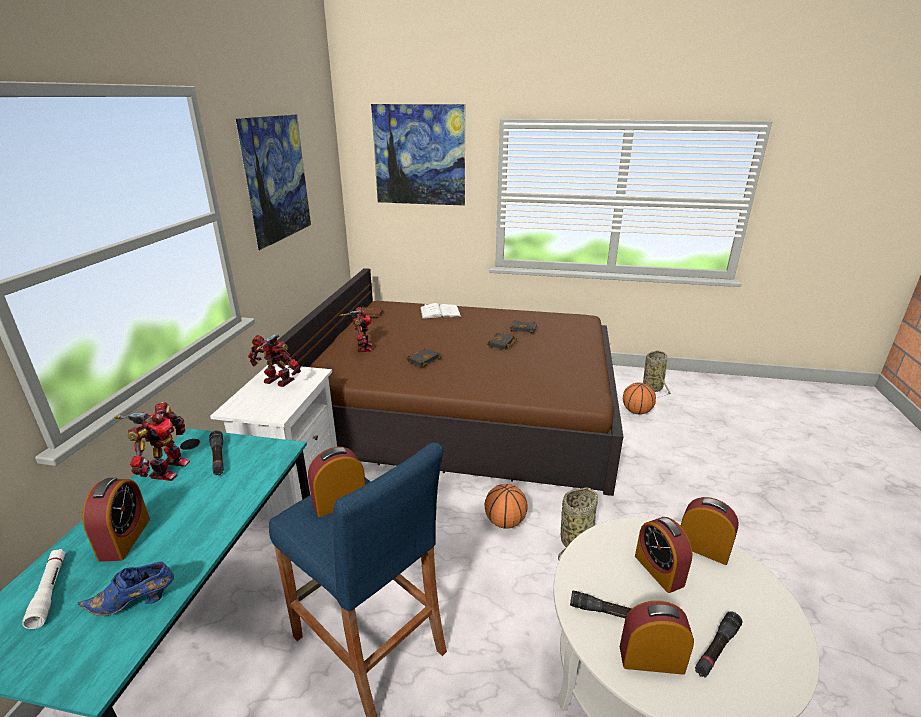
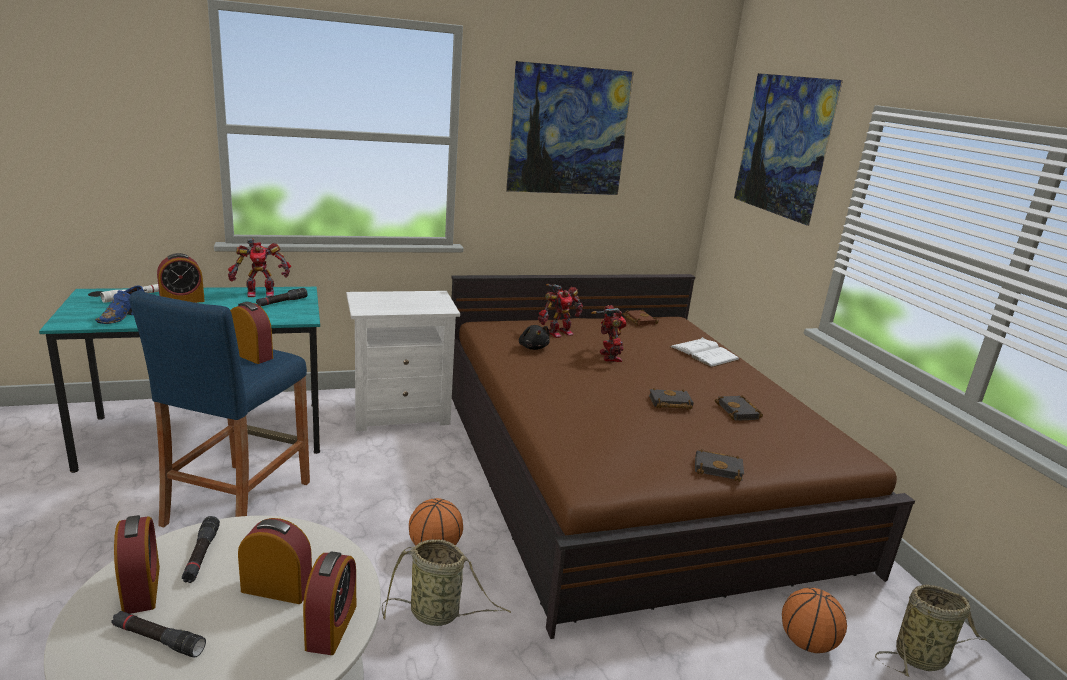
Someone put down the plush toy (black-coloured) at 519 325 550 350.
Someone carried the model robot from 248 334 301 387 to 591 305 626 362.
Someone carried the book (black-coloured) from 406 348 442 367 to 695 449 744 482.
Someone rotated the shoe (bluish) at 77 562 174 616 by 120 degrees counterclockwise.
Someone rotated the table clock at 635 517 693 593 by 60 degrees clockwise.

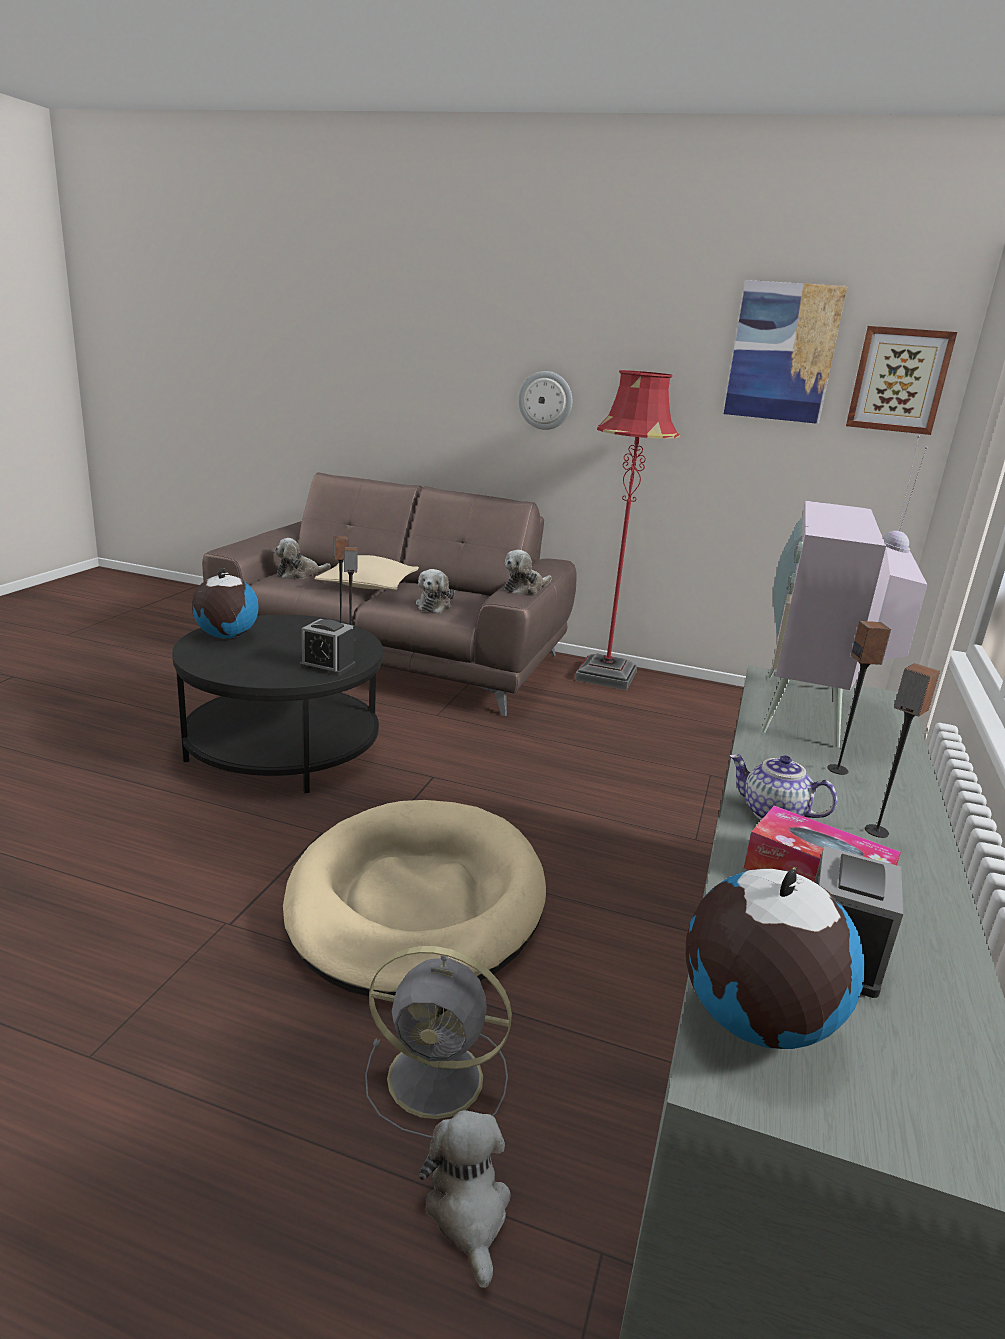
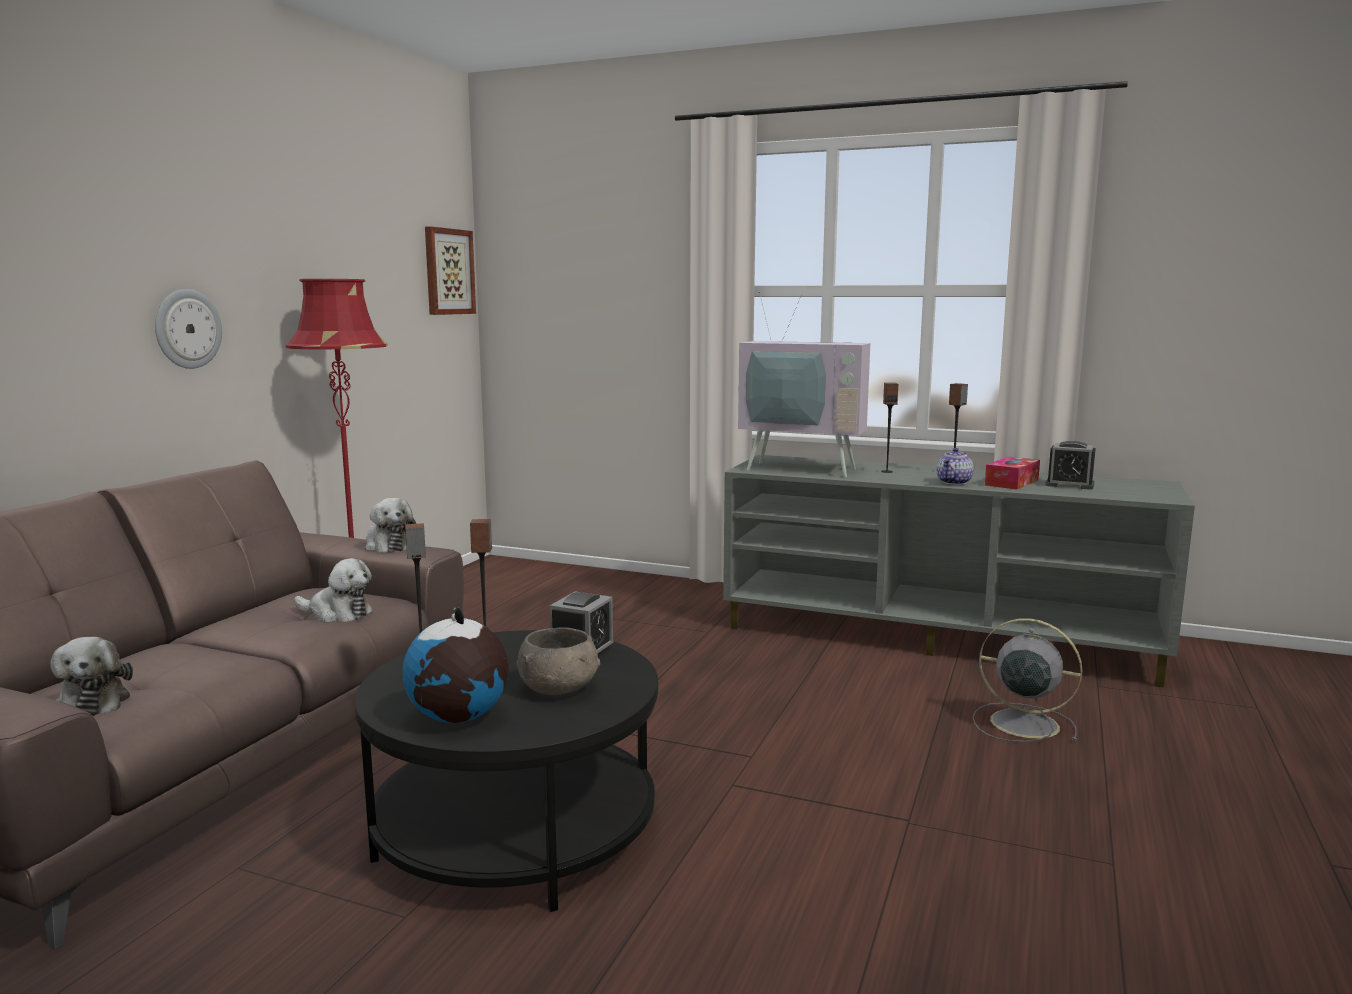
Someone took away the pet bed (beige) at 283 800 546 996.
Someone took away the throw pillow (beige) at 314 555 419 590.
Someone took away the plush toy at 419 1110 511 1288.
Someone took away the world globe at 686 867 865 1049.
Someone took away the picture at 724 280 848 424.
Someone put down the serving bowl (gray) at 517 627 600 695.
Someone rotated the fan (gray) at 365 946 512 1138 by 75 degrees counterclockwise.

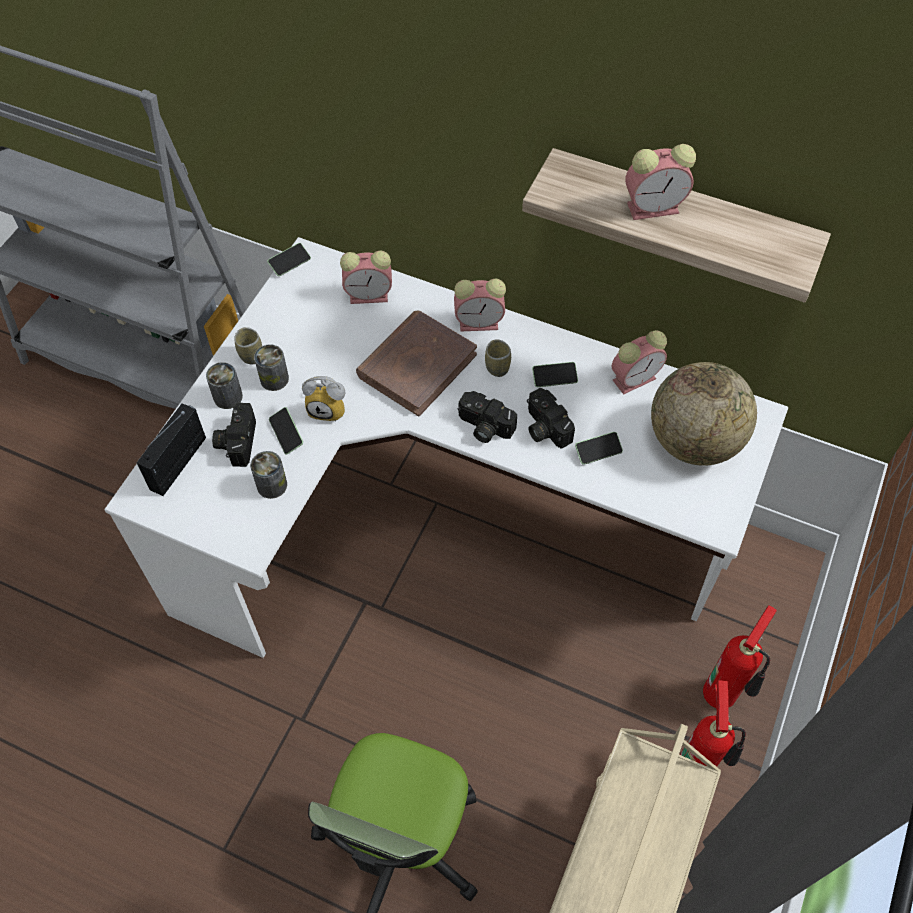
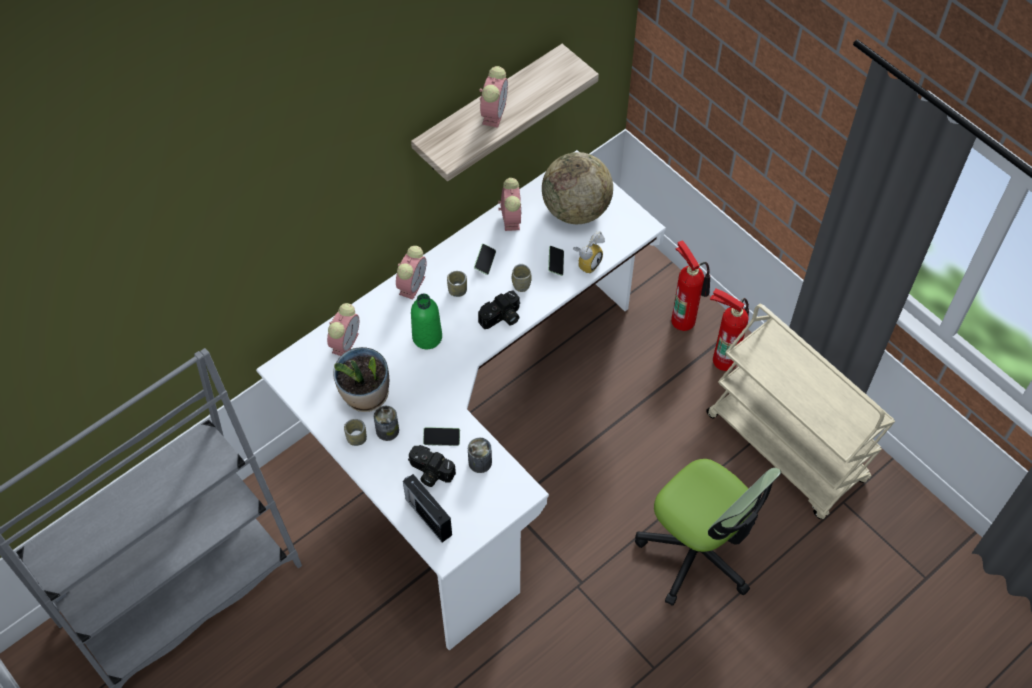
Someone took away the sealed can at 206 362 243 409.
Someone took away the telephone at 267 243 311 276.
Someone put down the potted plant at 333 347 389 412.
Someone carried the table clock from 302 376 345 422 to 573 231 605 274.
Someone swapped the book (brown-coloured) at 356 311 477 416 for the bottle (greenish) at 411 293 442 349.
Someone swapped the photo camera at 527 388 575 449 for the cup at 512 264 532 292.

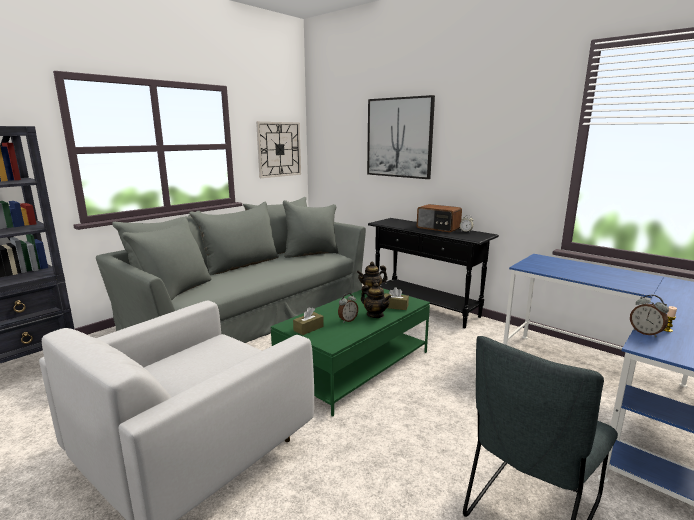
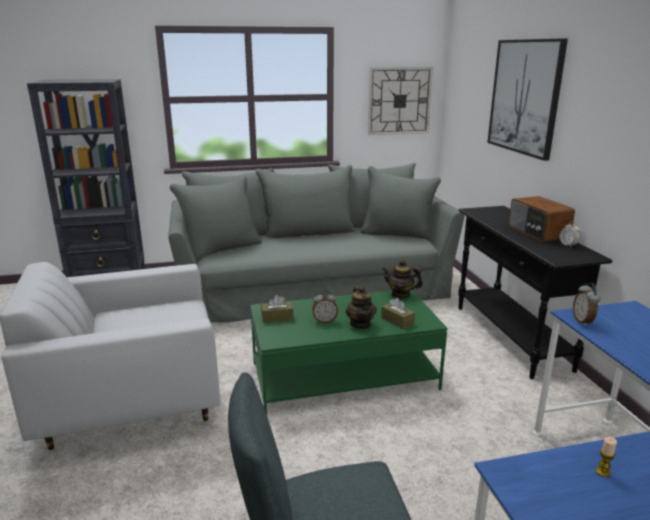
Someone carried the table clock from 630 295 669 337 to 573 283 600 326.

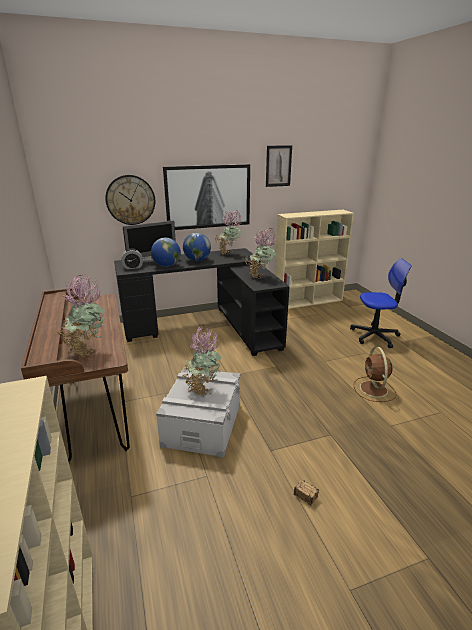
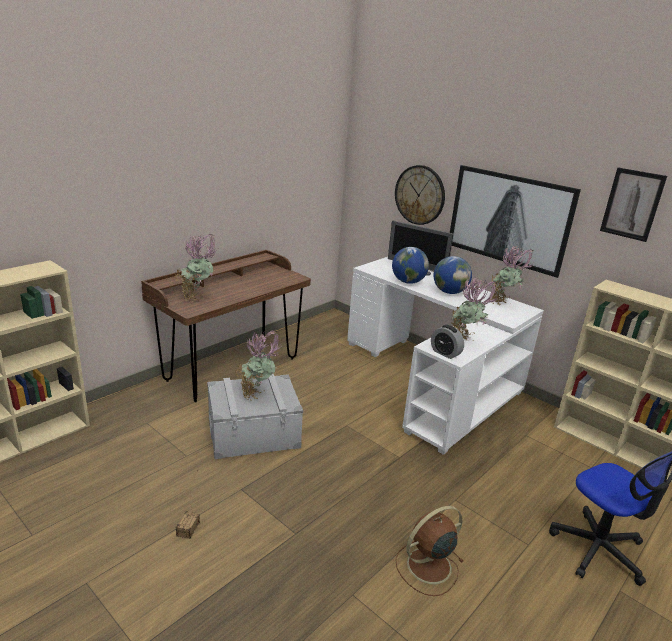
Someone carried the table clock from 121 249 143 269 to 431 325 464 359.
Someone repainted the desk table (black-coloured) at 114 248 290 356, which became the desk table (white-coloured) at 347 257 544 455.

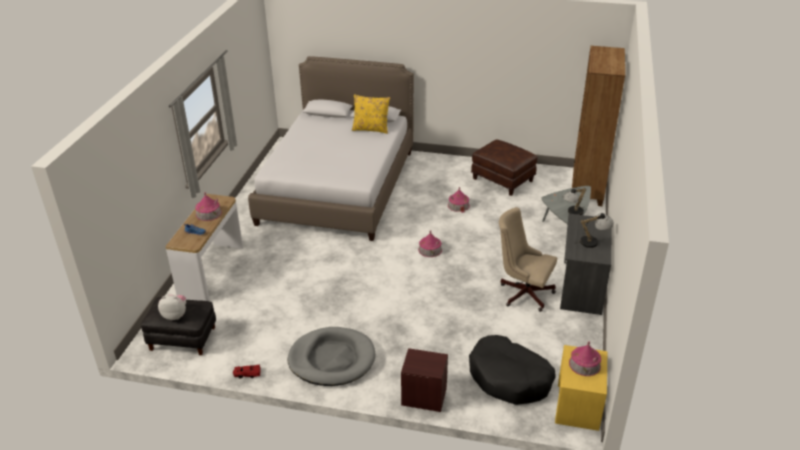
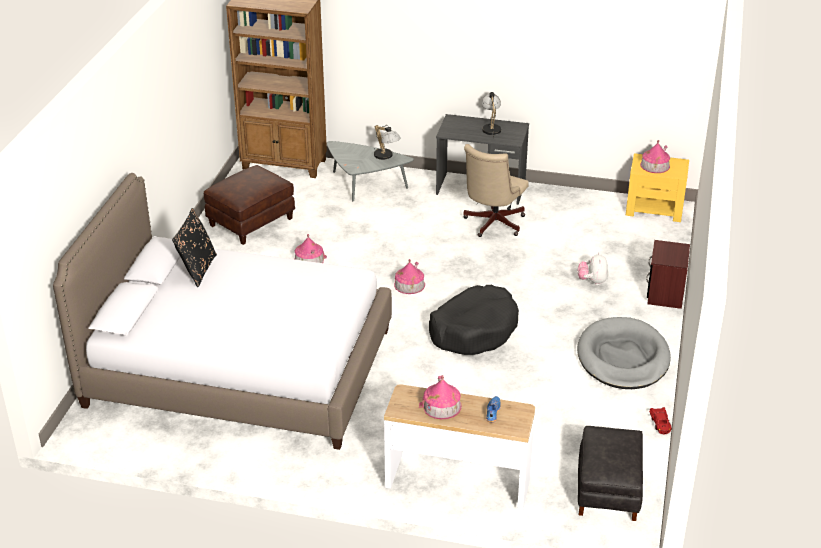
Someone carried the plush toy from 158 295 186 320 to 578 253 608 285.
Someone carried the pet bed (black-coloured) from 469 335 556 405 to 429 285 519 355.
Someone repainted the throw pillow (yellow) at 352 94 390 134, which became the throw pillow (black-coloured) at 172 208 217 287.

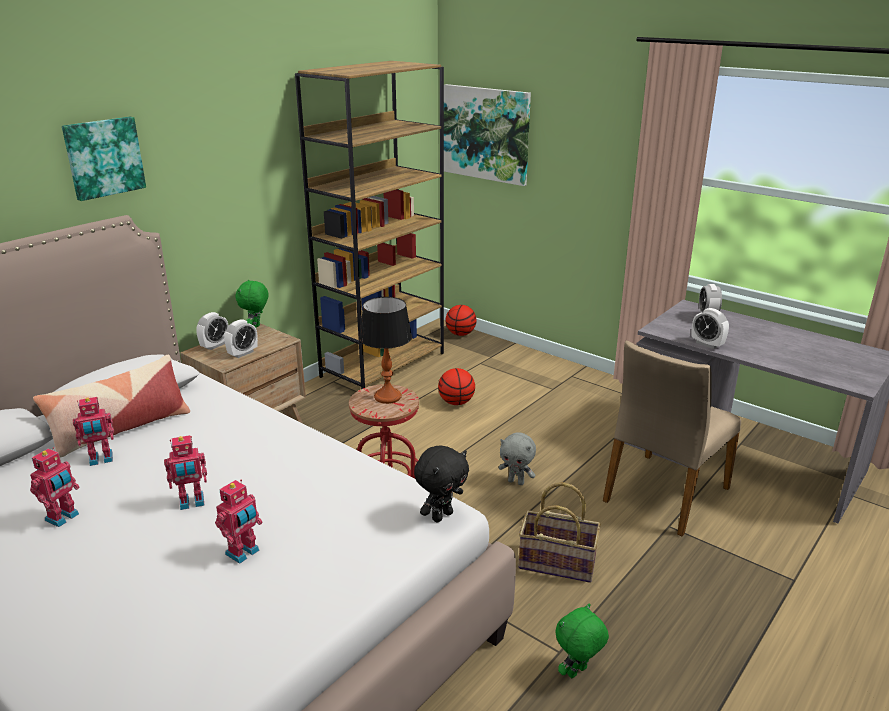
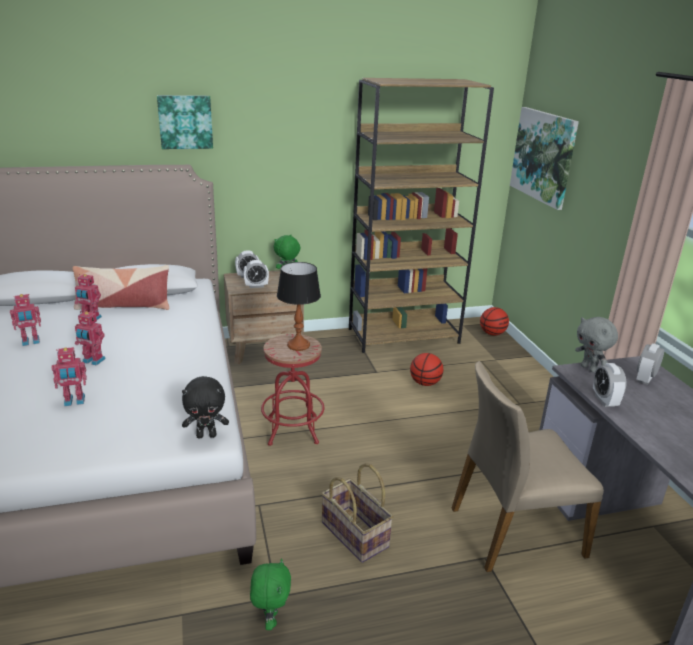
Someone carried the plush toy (gray) from 498 432 536 485 to 575 317 618 373.
Someone rotated the plush toy (greenish) at 555 604 609 678 by 90 degrees clockwise.

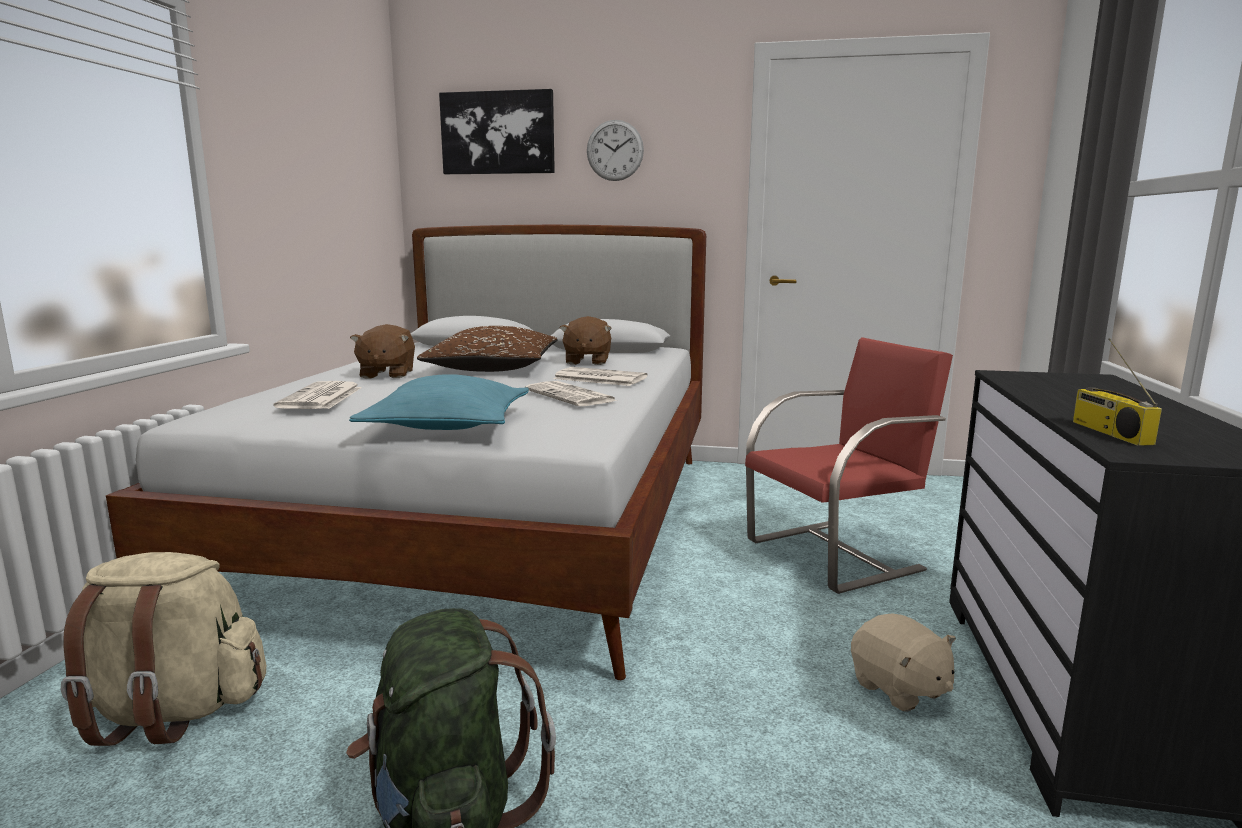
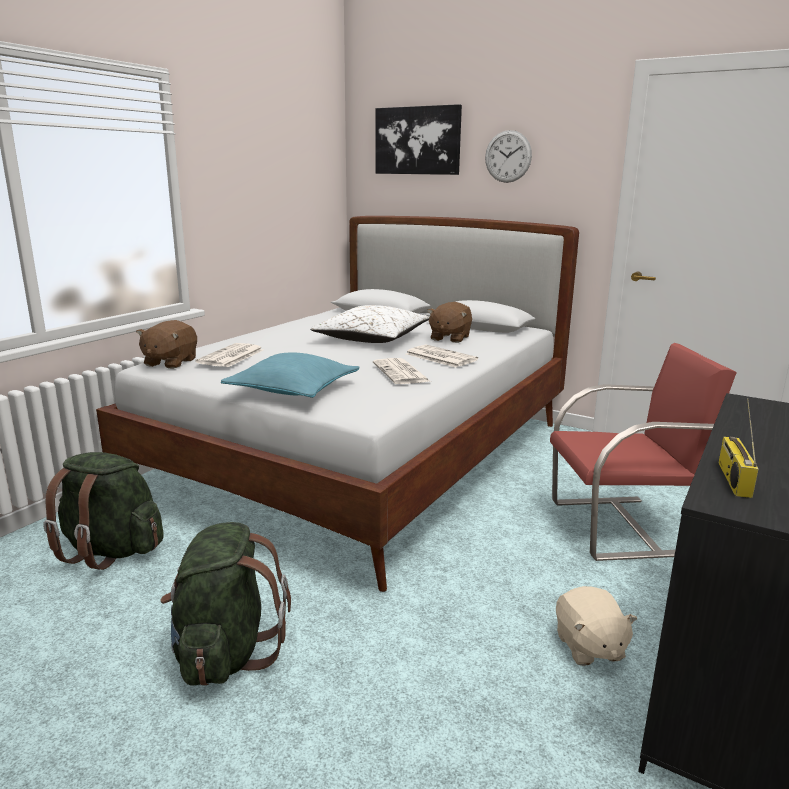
Someone carried the plush toy (brown-coloured) from 350 324 415 379 to 136 320 197 369.
Someone repainted the rucksack (beige) at 61 552 266 746, which became the rucksack (greenish) at 43 452 164 570.
Someone repainted the throw pillow (brown-coloured) at 417 326 558 372, which became the throw pillow (white-coloured) at 310 305 430 343.

